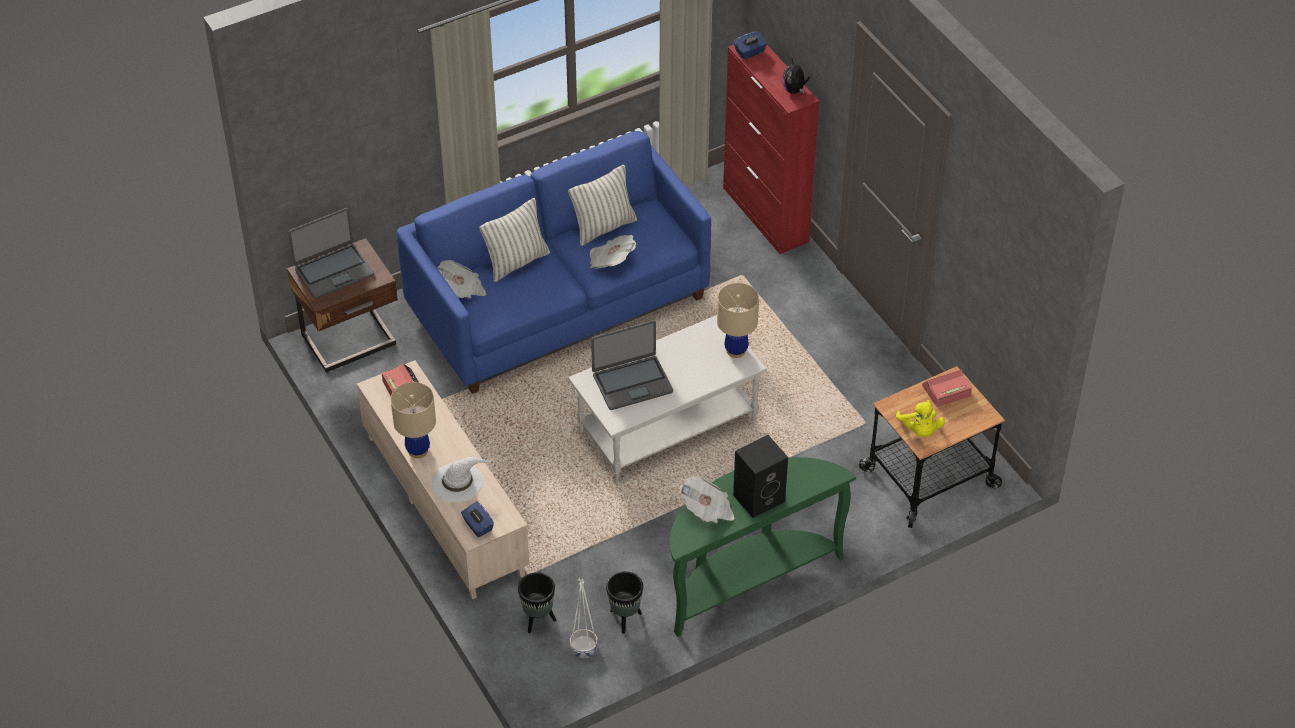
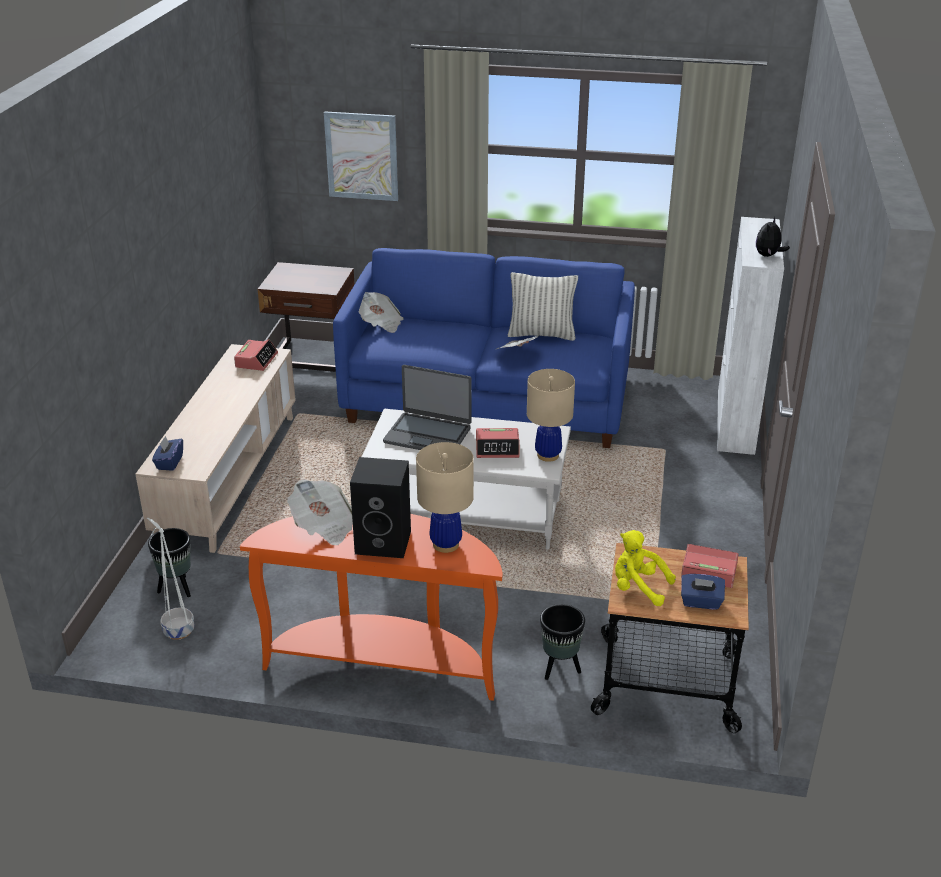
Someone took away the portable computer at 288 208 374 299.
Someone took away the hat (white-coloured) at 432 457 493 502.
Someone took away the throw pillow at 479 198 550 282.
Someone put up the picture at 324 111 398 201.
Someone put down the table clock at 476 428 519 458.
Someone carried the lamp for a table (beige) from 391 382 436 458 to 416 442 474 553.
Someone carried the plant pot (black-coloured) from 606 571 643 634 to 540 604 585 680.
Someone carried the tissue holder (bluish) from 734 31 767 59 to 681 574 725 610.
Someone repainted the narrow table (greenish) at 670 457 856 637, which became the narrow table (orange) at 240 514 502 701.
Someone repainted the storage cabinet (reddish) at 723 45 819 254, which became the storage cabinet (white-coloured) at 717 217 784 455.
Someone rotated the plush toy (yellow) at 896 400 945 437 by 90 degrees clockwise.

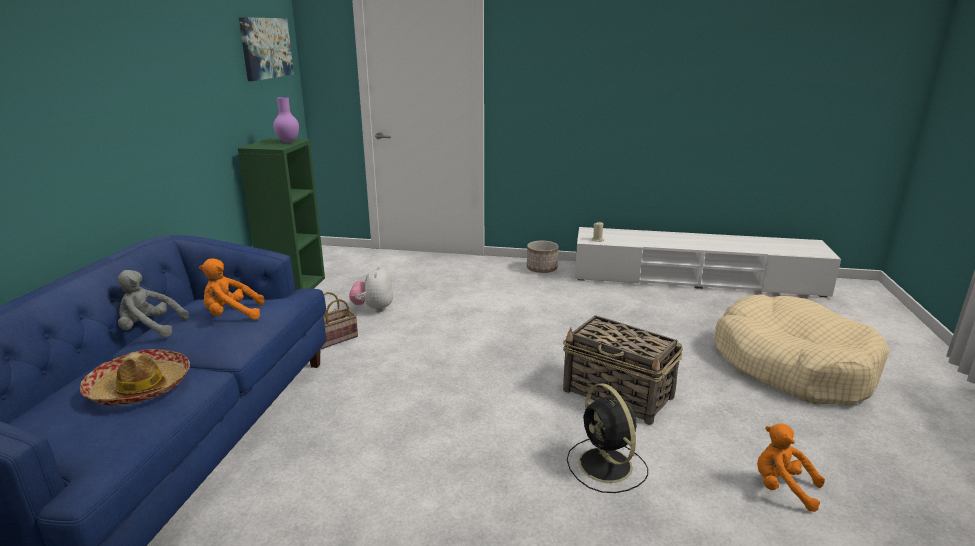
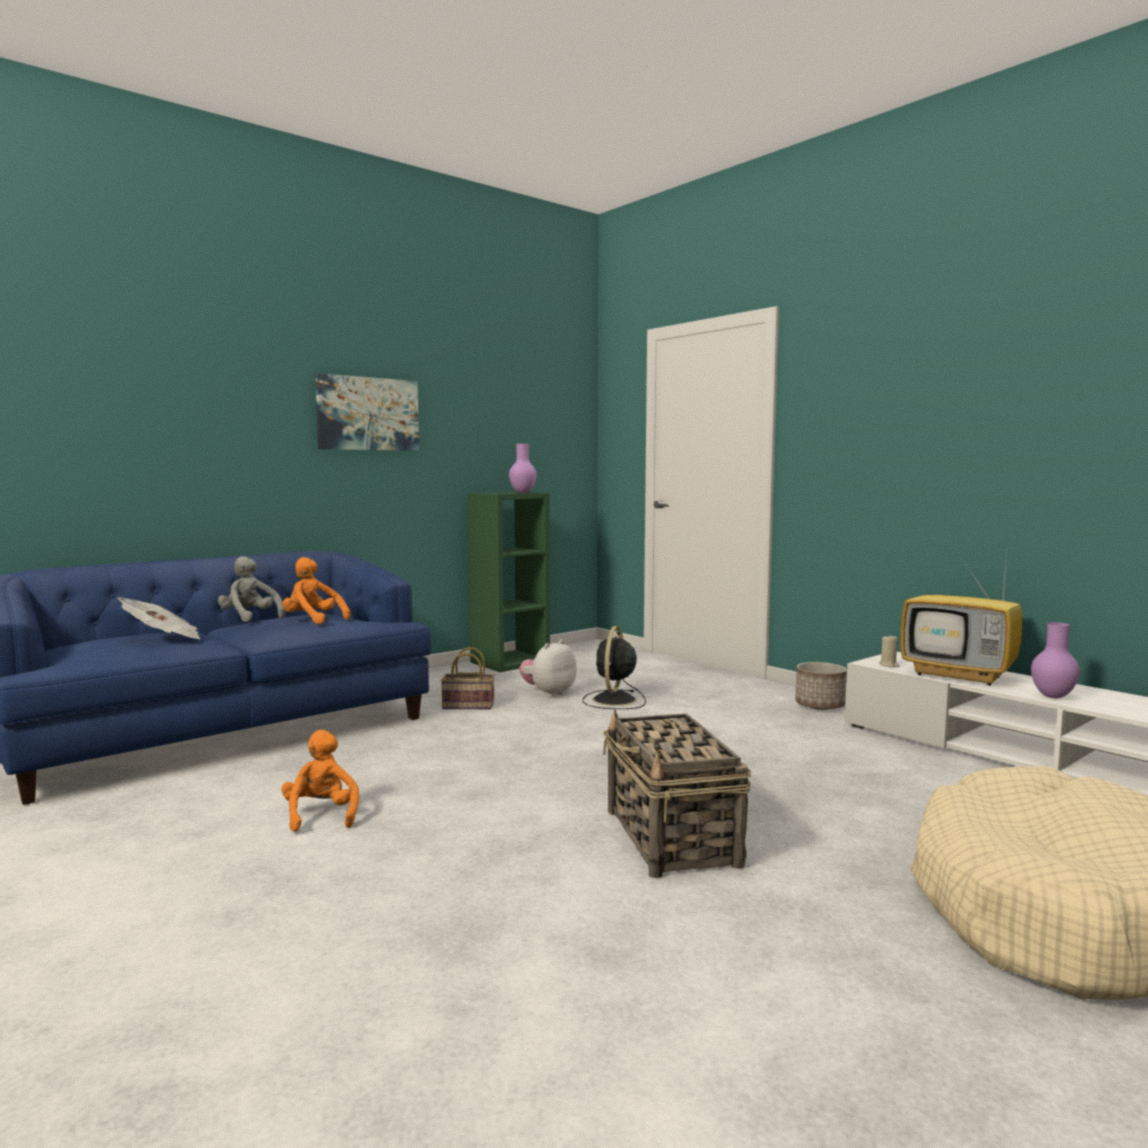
Someone put down the TV at 900 550 1022 686.
Someone put down the flower vase (purplish) at 1031 622 1080 698.
Someone carried the picture from 239 17 294 81 to 315 373 419 451.
Someone carried the fan (black-coloured) from 567 383 648 493 to 583 626 646 709.
Someone carried the plush toy (orange) from 757 423 825 512 to 282 730 359 832.
Someone swapped the hat at 80 349 190 406 for the newspaper at 117 597 200 639.

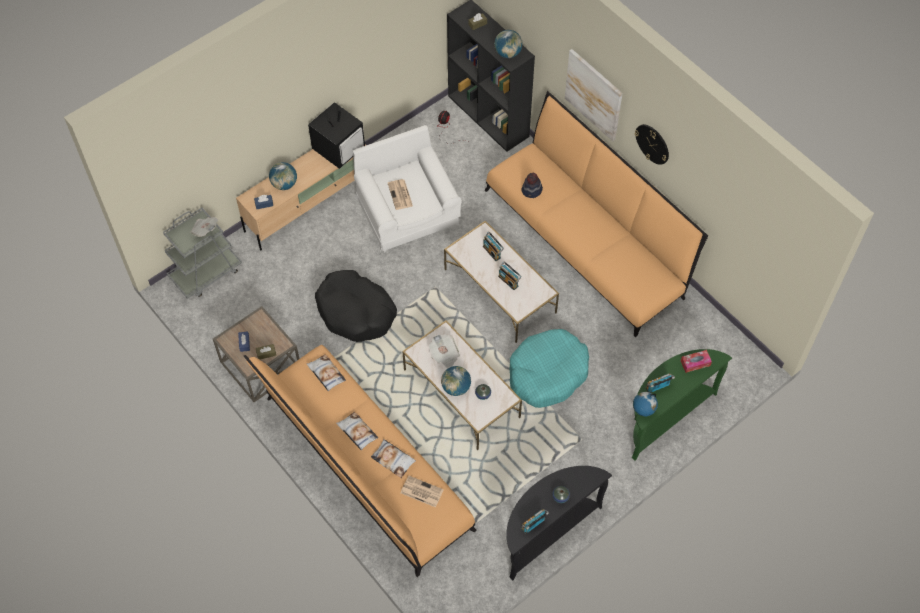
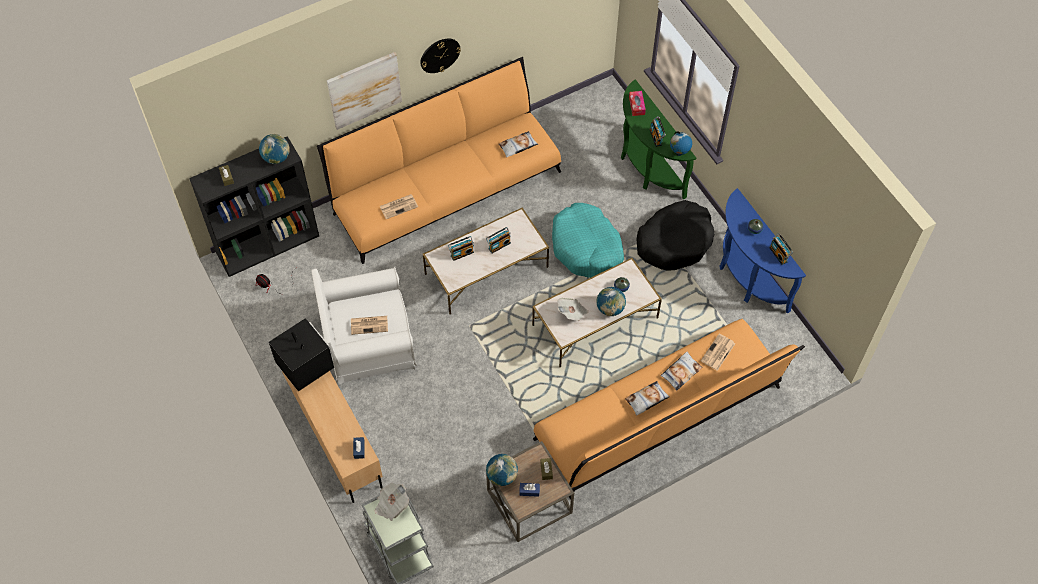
Someone carried the world globe from 269 162 297 190 to 486 454 518 486.
Someone carried the throw pillow from 307 354 346 391 to 499 131 538 158.
Someone carried the pet bed (black-coloured) from 315 270 397 342 to 637 200 714 271.
Someone swapped the hat at 521 173 543 198 for the newspaper at 379 194 418 219.
Someone repainted the narrow table (black-coloured) at 506 466 612 581, which became the narrow table (bluish) at 719 188 806 313.

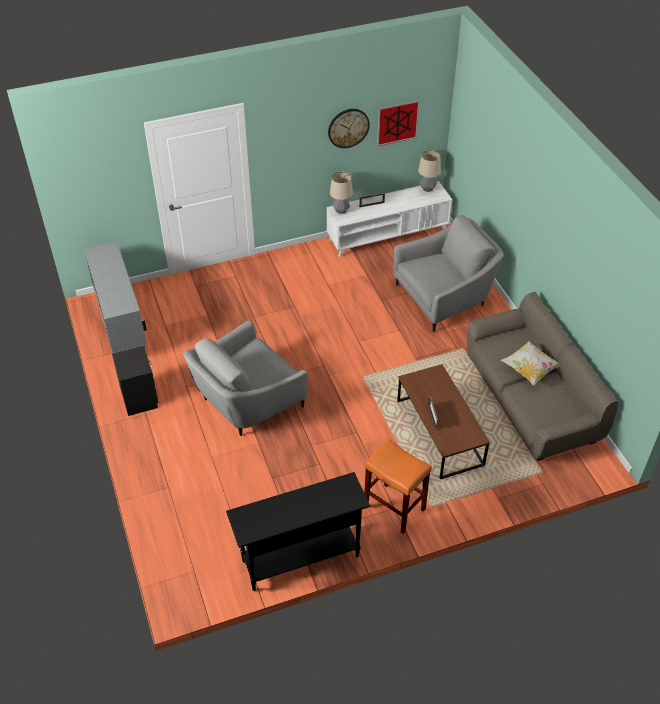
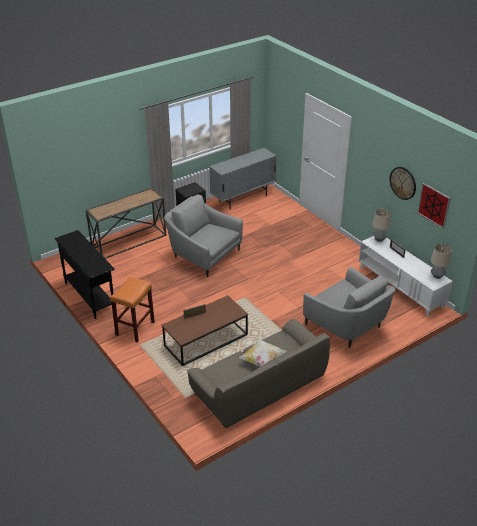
Someone put down the narrow table at 85 188 166 259.

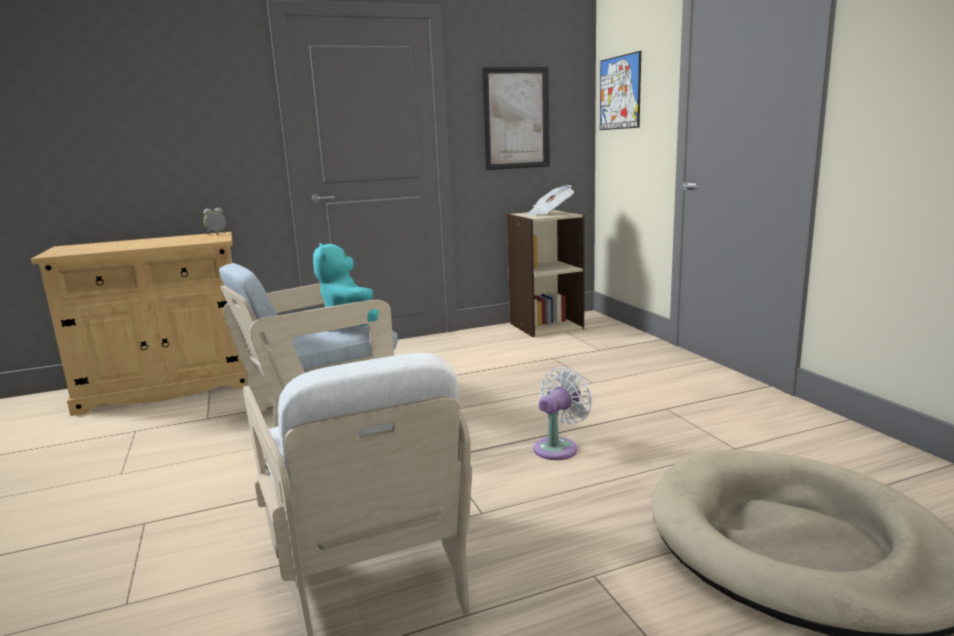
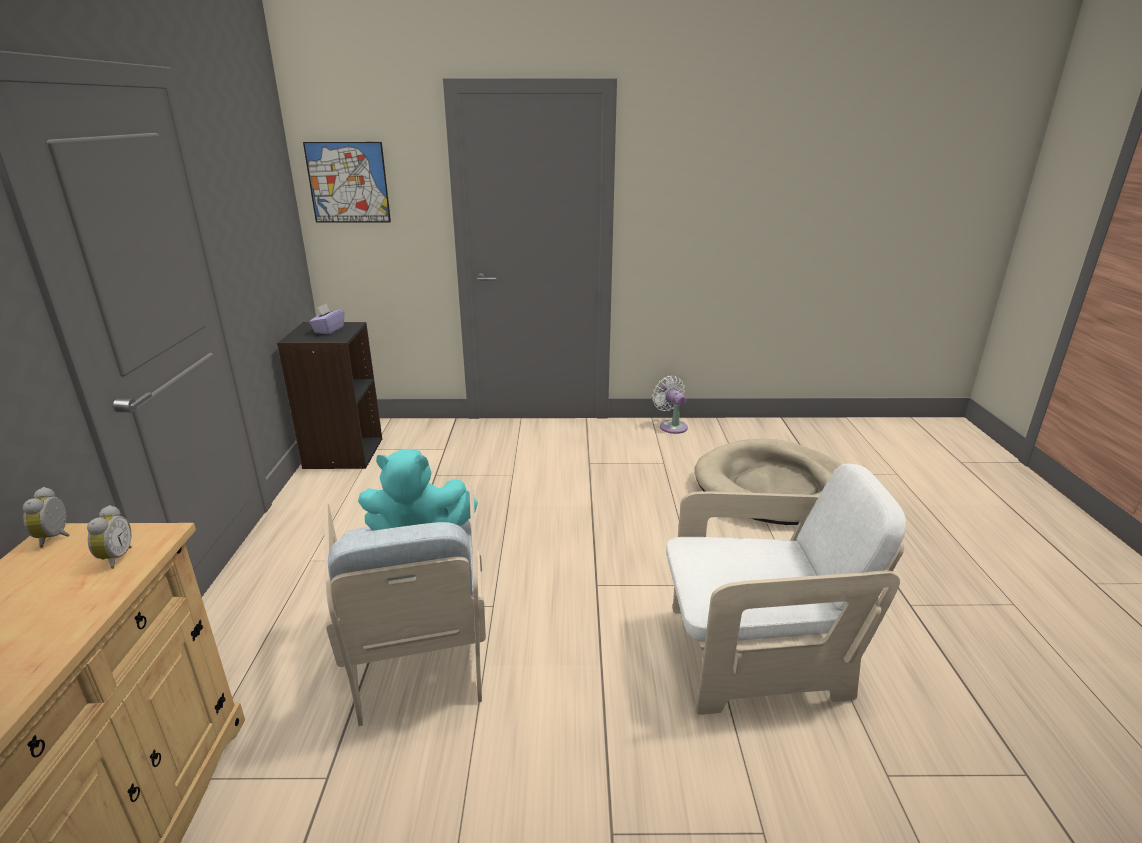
Someone took away the picture at 482 67 550 170.
Someone put down the table clock at 87 505 132 569.
Someone carried the fan (white-coloured) from 534 367 593 460 to 652 376 688 434.
Someone swapped the newspaper at 526 185 574 216 for the tissue holder (purplish) at 309 303 344 334.
Someone repainted the shelving unit (beige) at 507 210 585 337, which became the shelving unit (black-coloured) at 277 322 382 469.

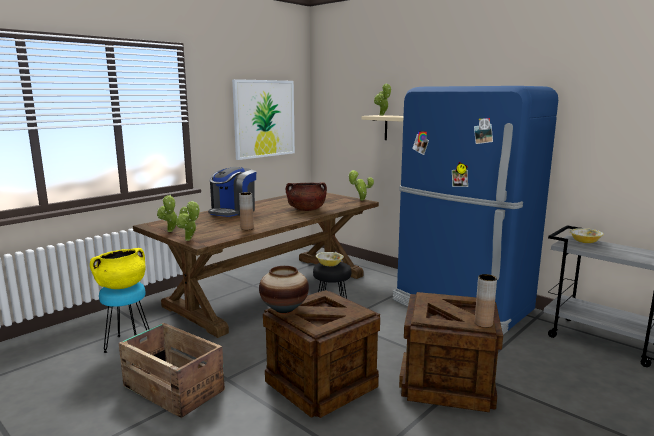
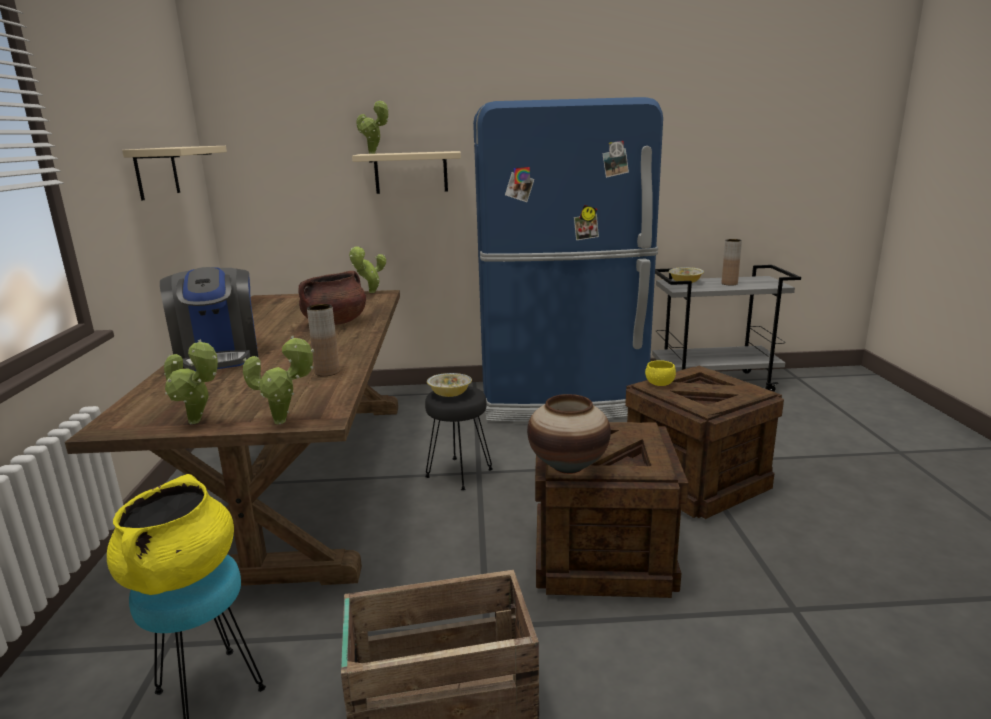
Someone put down the serving bowl (yellow) at 645 360 676 386.
Someone carried the flower vase (brown-coloured) from 475 274 497 328 to 722 239 742 286.
Someone swapped the picture at 232 79 295 160 for the shelf (beige) at 122 146 227 201.

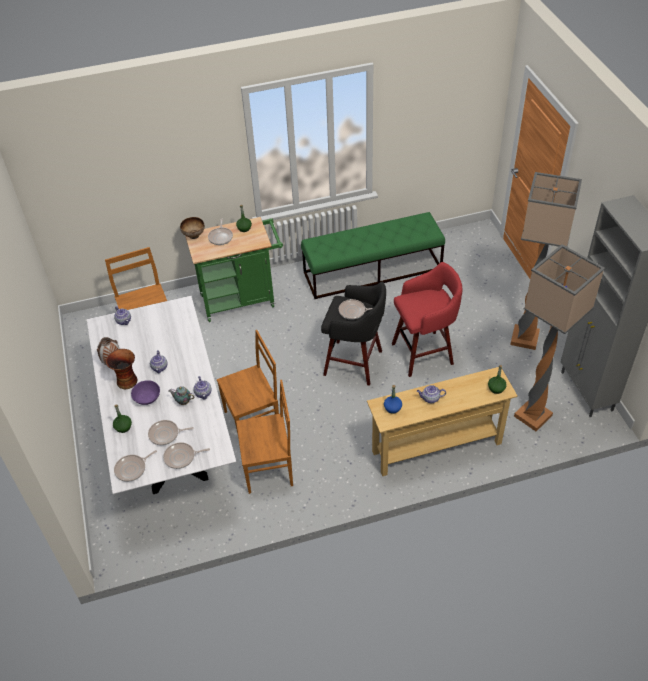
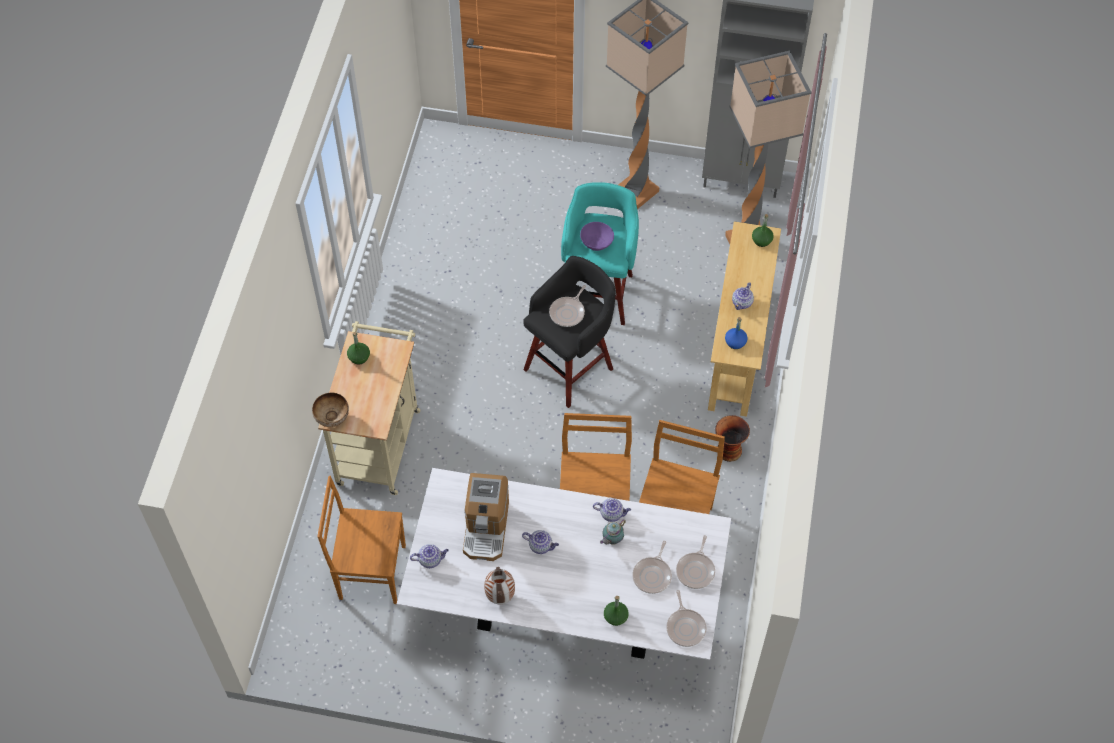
Someone took away the skillet at 208 218 233 245.
Someone took away the bench (greenish) at 301 212 445 299.
Someone put down the coffee machine at 463 473 509 561.
Someone carried the flower vase from 106 349 138 389 to 715 415 750 462.
Someone carried the serving bowl (purplish) from 131 380 160 405 to 580 222 614 251.
Someone repainted the wheeled cart (greenish) at 185 217 283 322, which became the wheeled cart (beige) at 318 321 420 495.
Someone repainted the stool (reddish) at 392 262 463 377, which became the stool (blue-green) at 561 182 639 325.

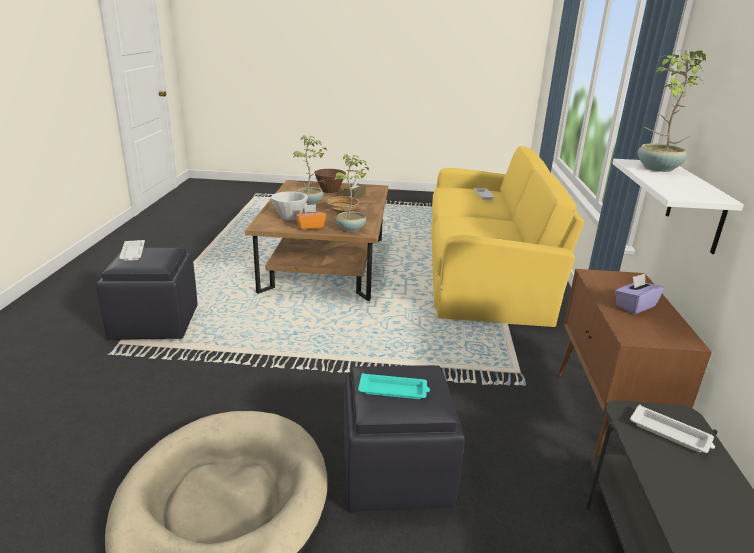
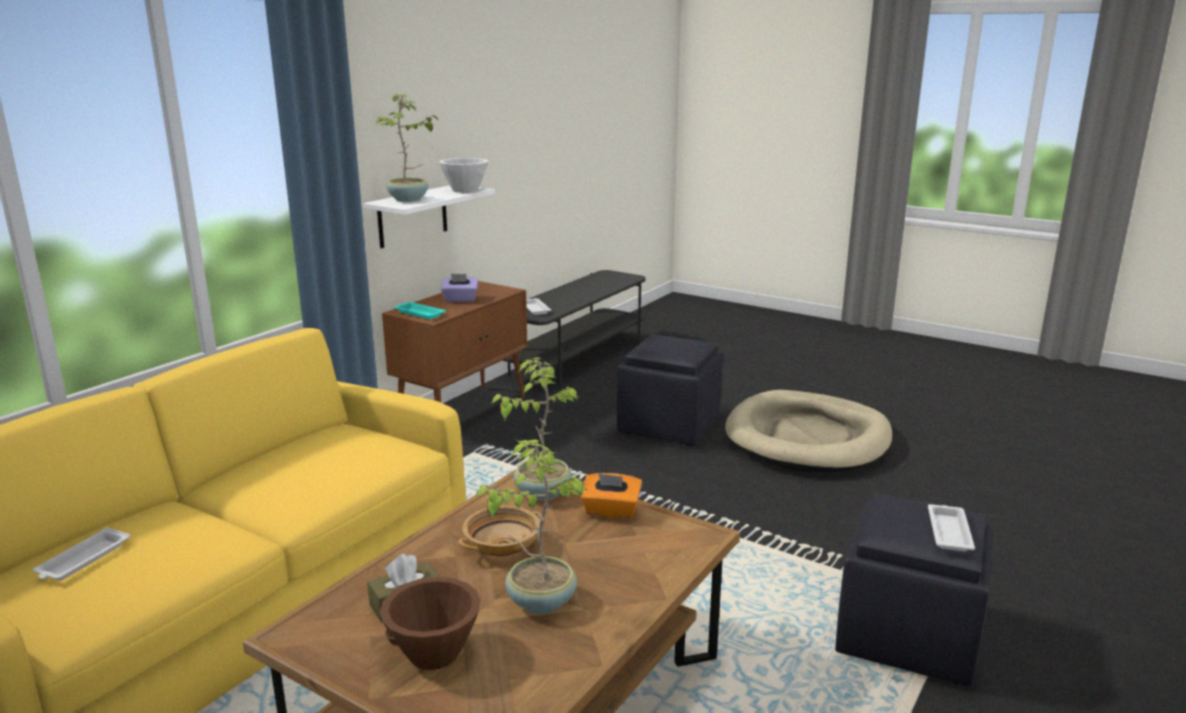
Someone carried the serving bowl (white-coloured) from 271 191 308 220 to 439 158 488 193.
Someone carried the tray (blue-green) from 358 373 430 399 to 394 302 446 319.

